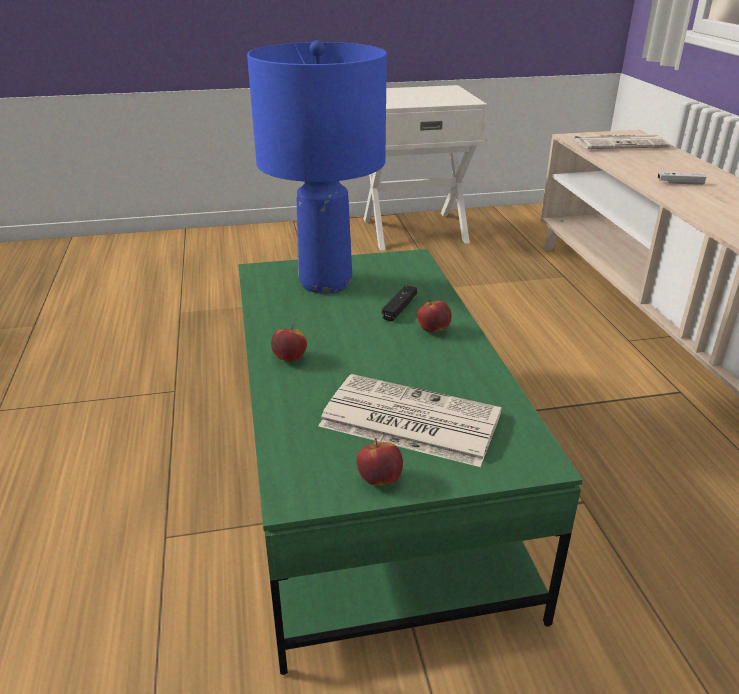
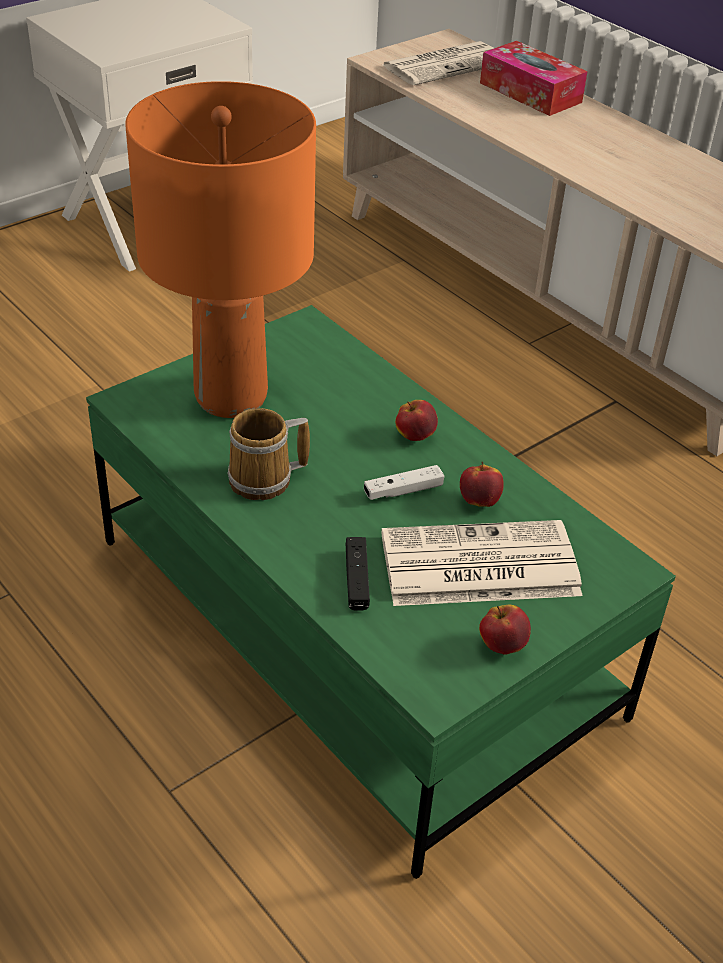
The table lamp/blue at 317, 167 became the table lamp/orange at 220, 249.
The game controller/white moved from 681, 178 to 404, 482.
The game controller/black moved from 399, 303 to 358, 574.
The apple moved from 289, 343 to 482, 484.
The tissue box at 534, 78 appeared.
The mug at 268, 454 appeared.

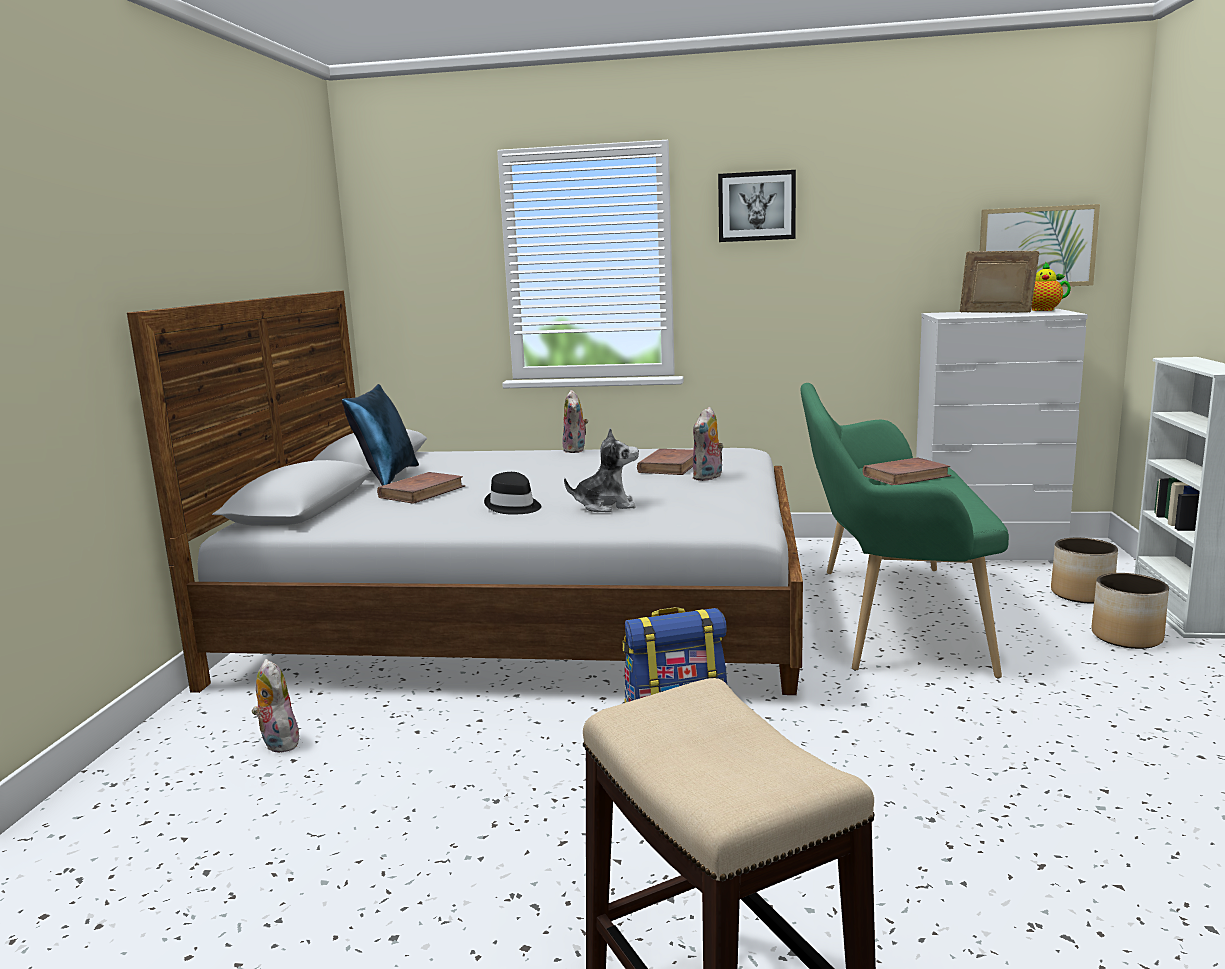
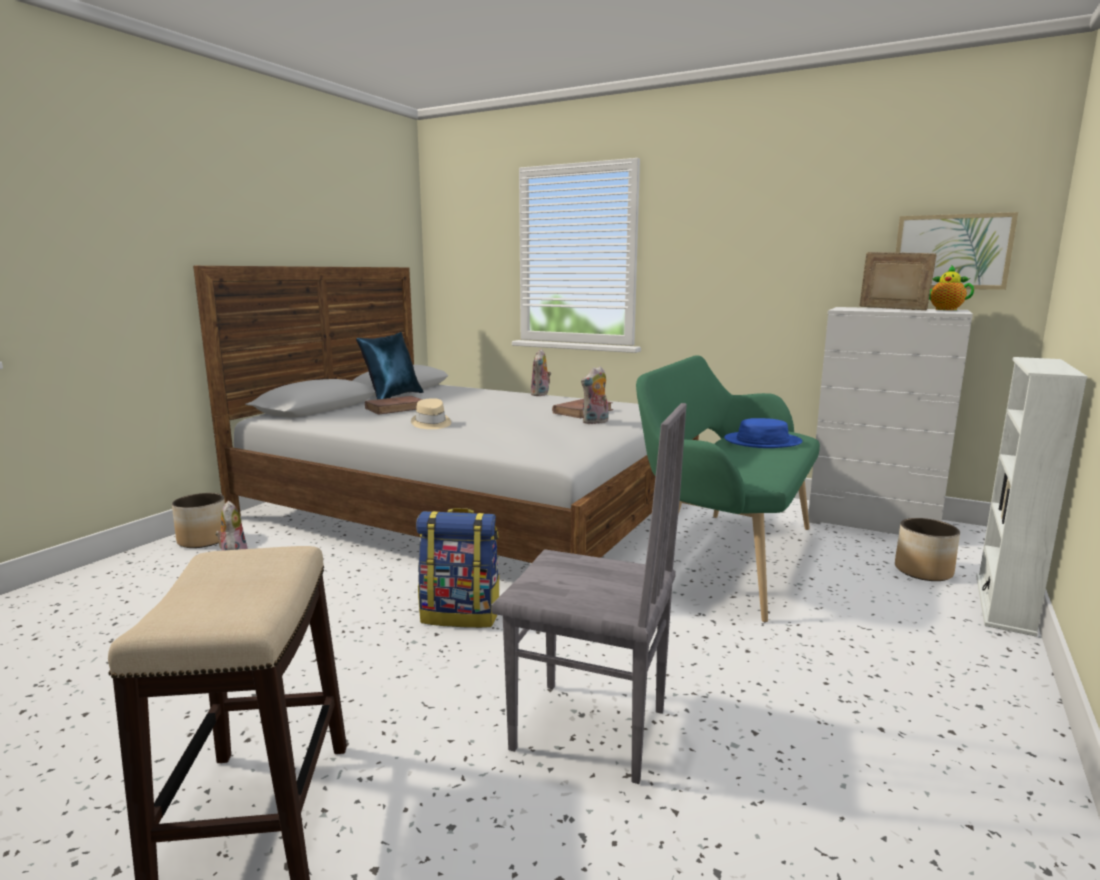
The picture at 757, 206 disappeared.
The plush toy at 601, 470 disappeared.
The book/brown at 906, 471 was replaced by the hat/blue at 763, 433.
The hat/black at 512, 493 became the hat/beige at 431, 413.
The planter moved from 1130, 611 to 198, 520.
The chair/grey at 589, 593 appeared.

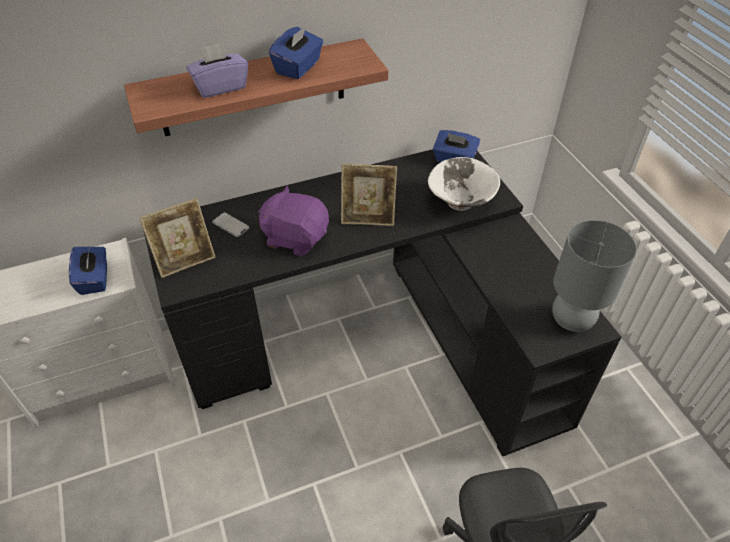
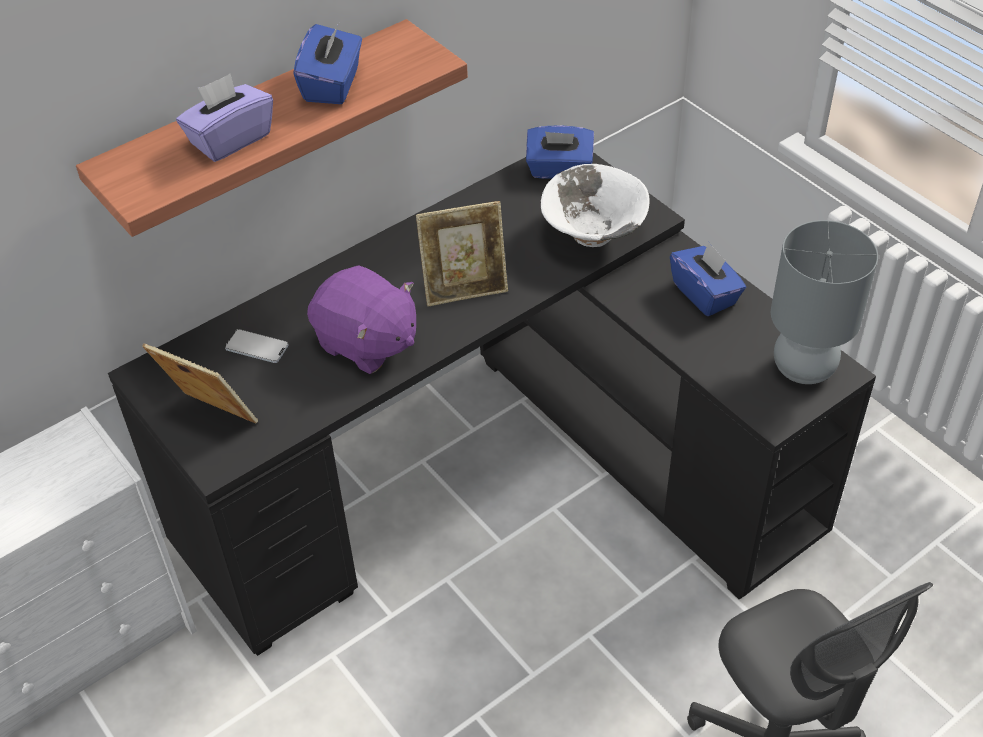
The plush toy/purple at 293, 221 turned 150 degrees counterclockwise.
The picture frame at 177, 238 turned 105 degrees counterclockwise.
The tissue box/blue moved from 88, 270 to 708, 279.

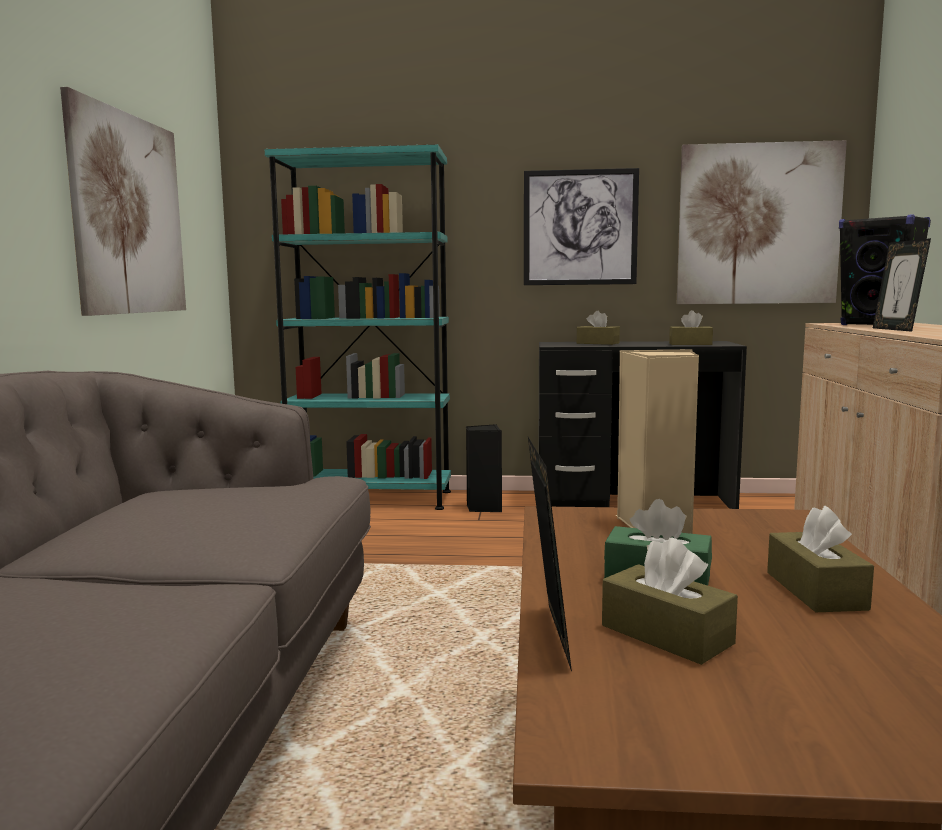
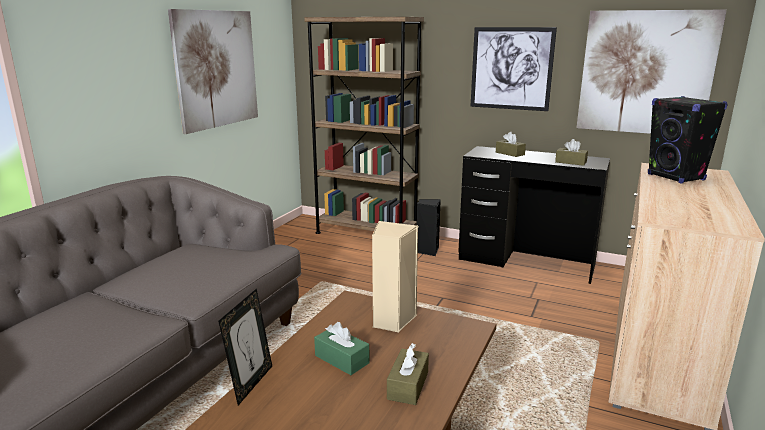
The bookcase/turquoise at 358, 327 became the bookcase/brown at 364, 125.
The picture frame at 902, 285 disappeared.
The tissue box/brown at 670, 601 disappeared.

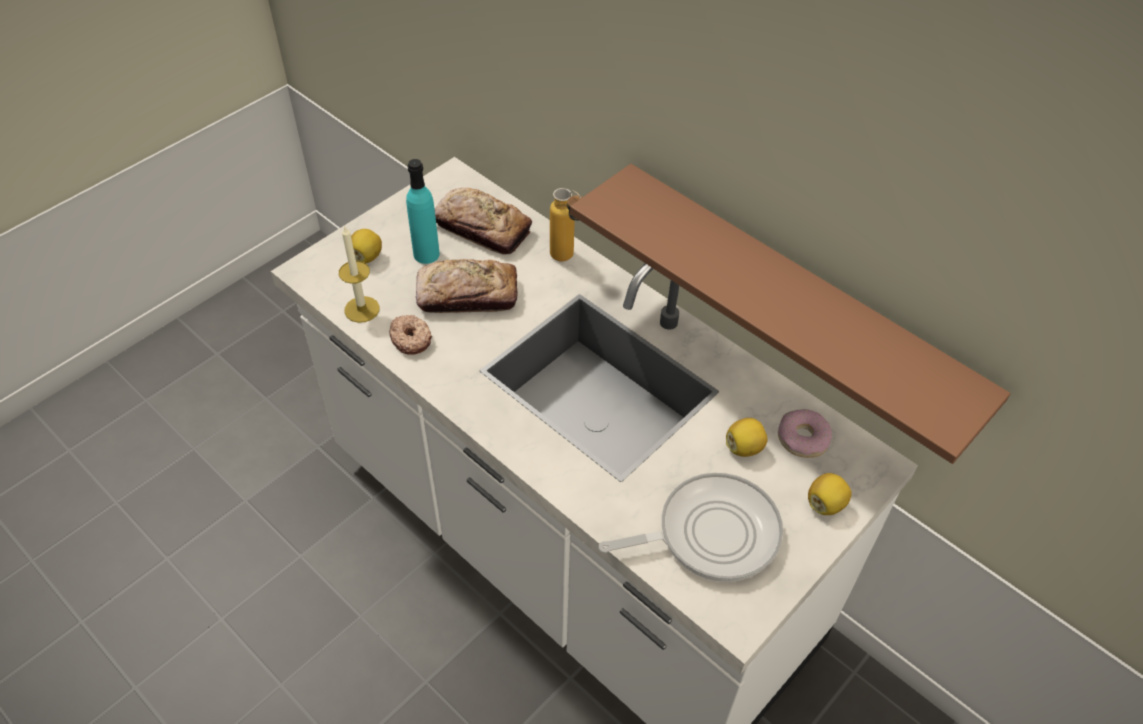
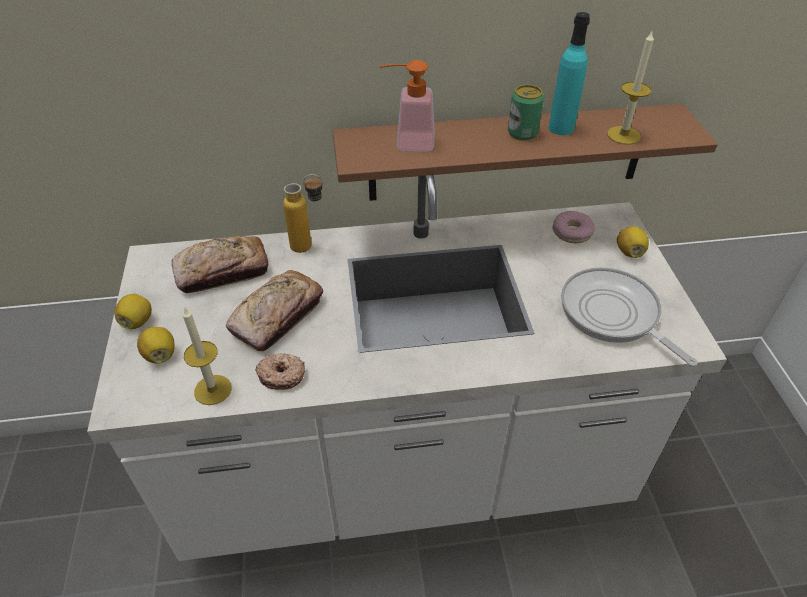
The bottle/turquoise moved from 423, 211 to 569, 73.
The lemon moved from 747, 437 to 133, 311.
The frying pan at 691, 527 turned 60 degrees counterclockwise.
The candle at 630, 88 appeared.
The soap dispenser at 407, 106 appeared.
The can at 526, 113 appeared.

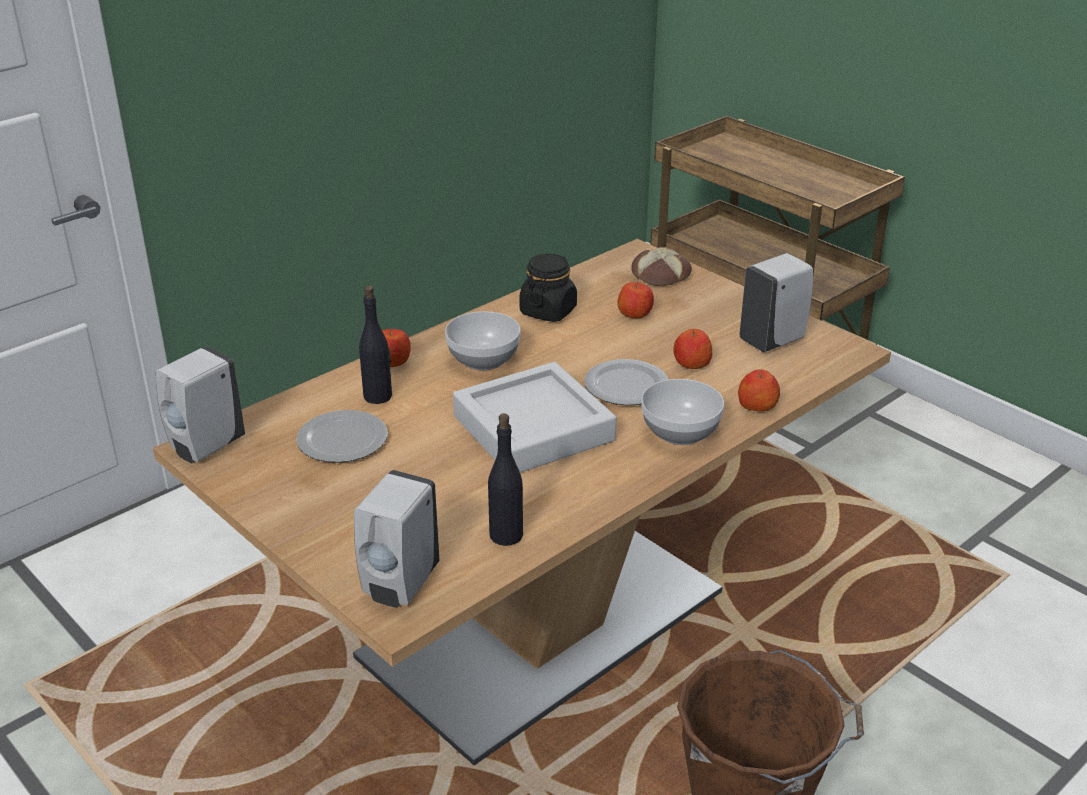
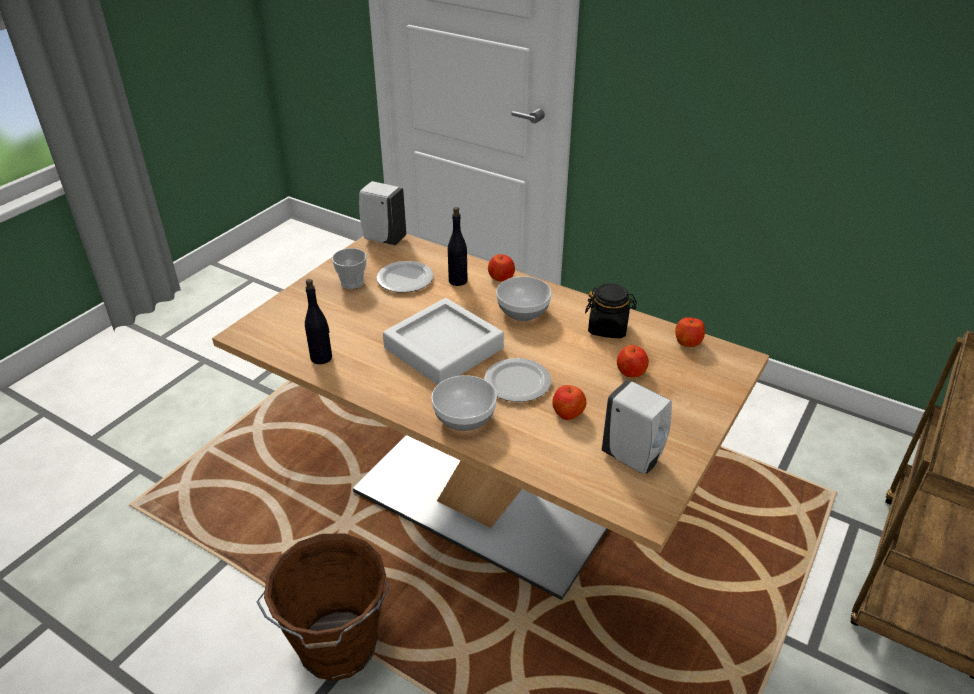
The bread at 661, 266 disappeared.
The apple moved from 759, 390 to 690, 332.
The soap dispenser/white at 396, 539 disappeared.
The cup at 349, 268 appeared.

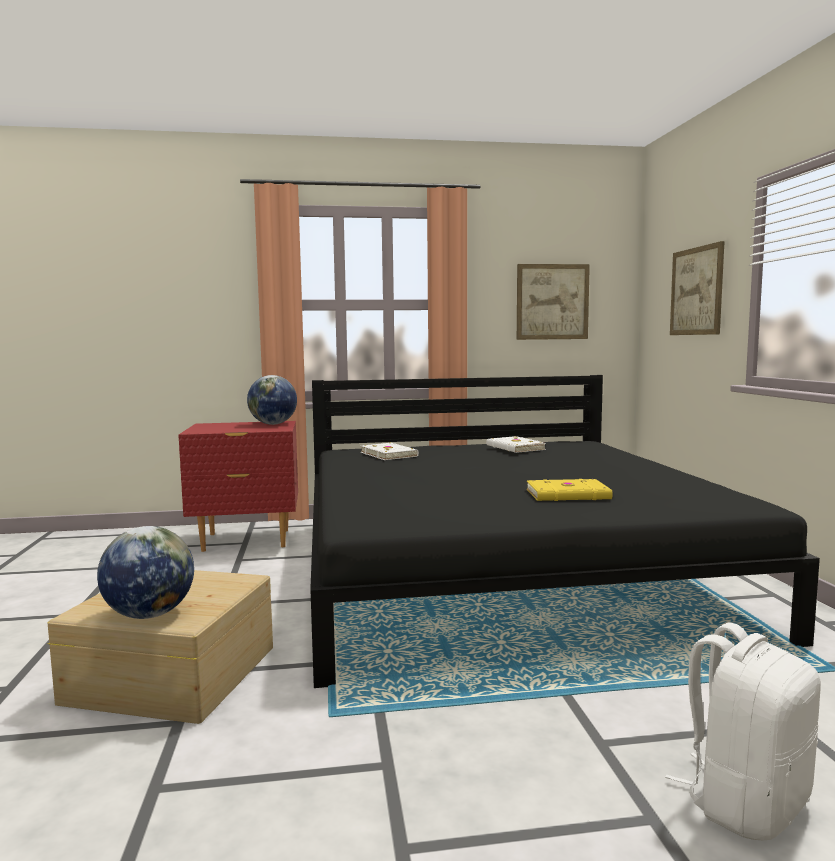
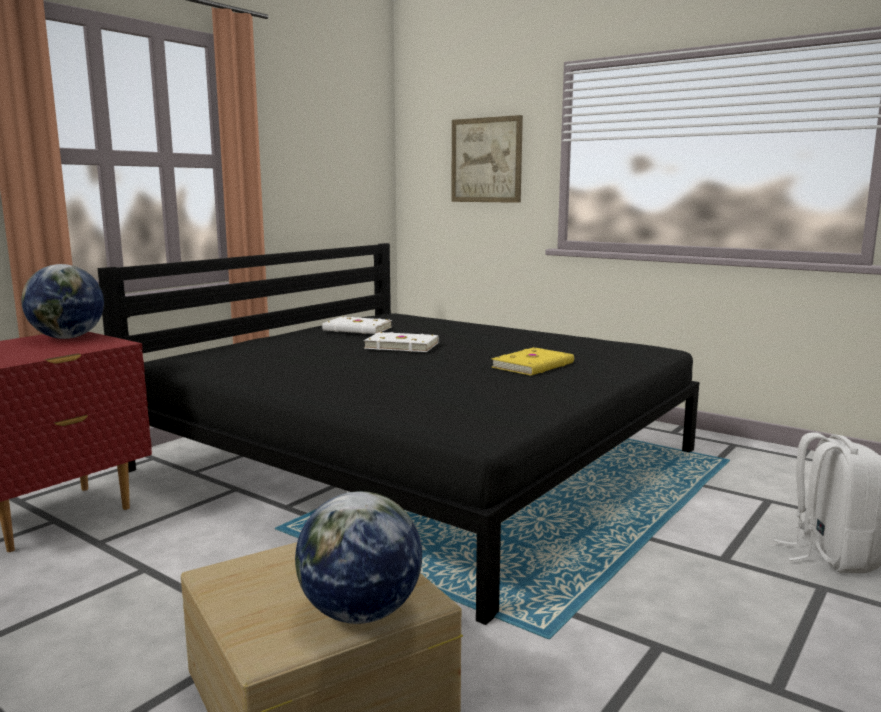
The picture at 553, 302 disappeared.
The book/white moved from 390, 451 to 401, 342.

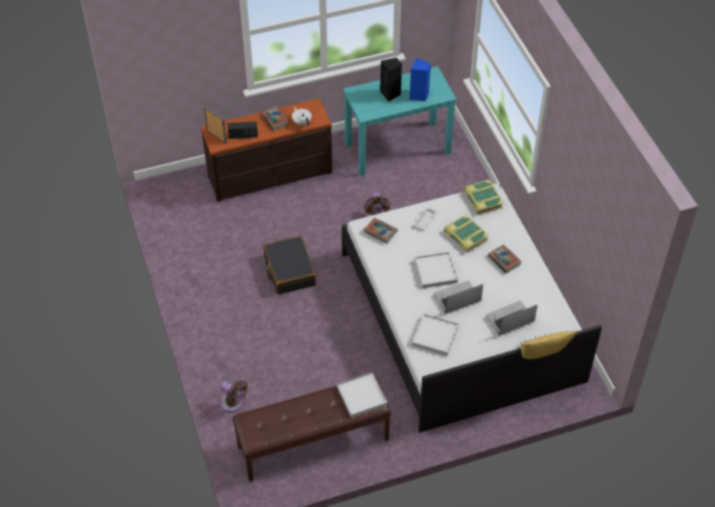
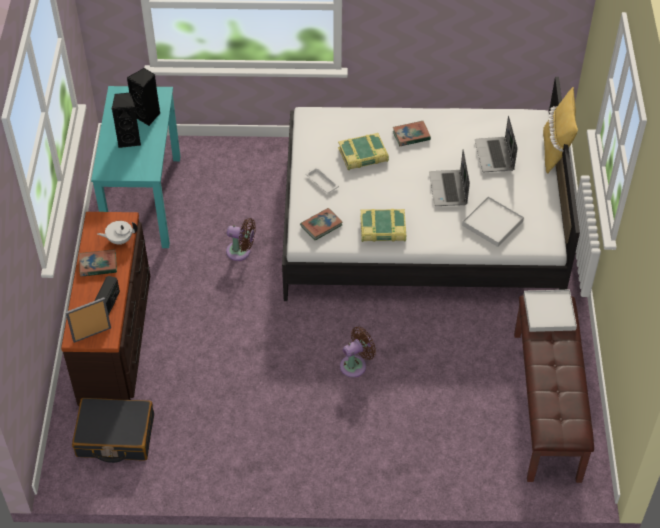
The speaker/blue at 420, 79 became the speaker/black at 143, 97.
The book moved from 483, 197 to 383, 225.
The suitcase/black moved from 289, 265 to 113, 430.
The tray/white at 436, 270 disappeared.
The fan/brown moved from 234, 396 to 358, 352.

